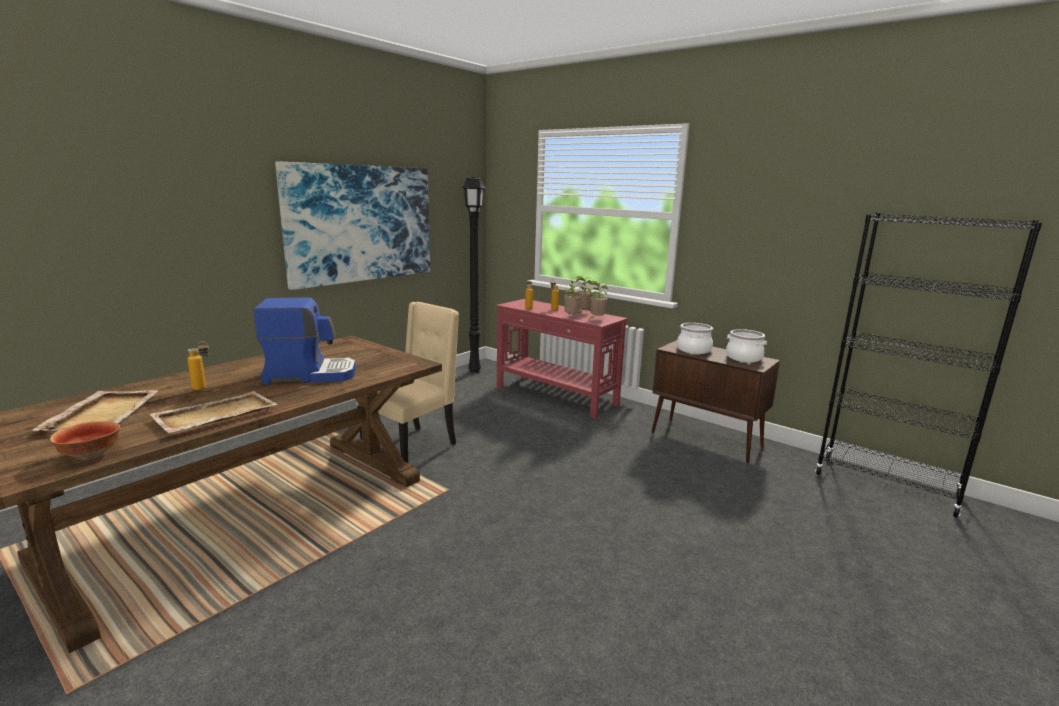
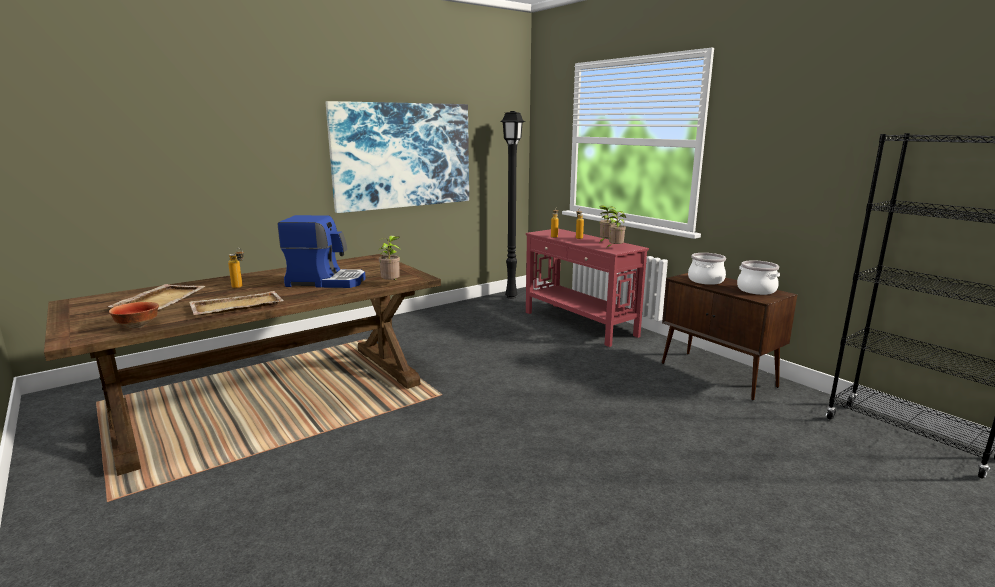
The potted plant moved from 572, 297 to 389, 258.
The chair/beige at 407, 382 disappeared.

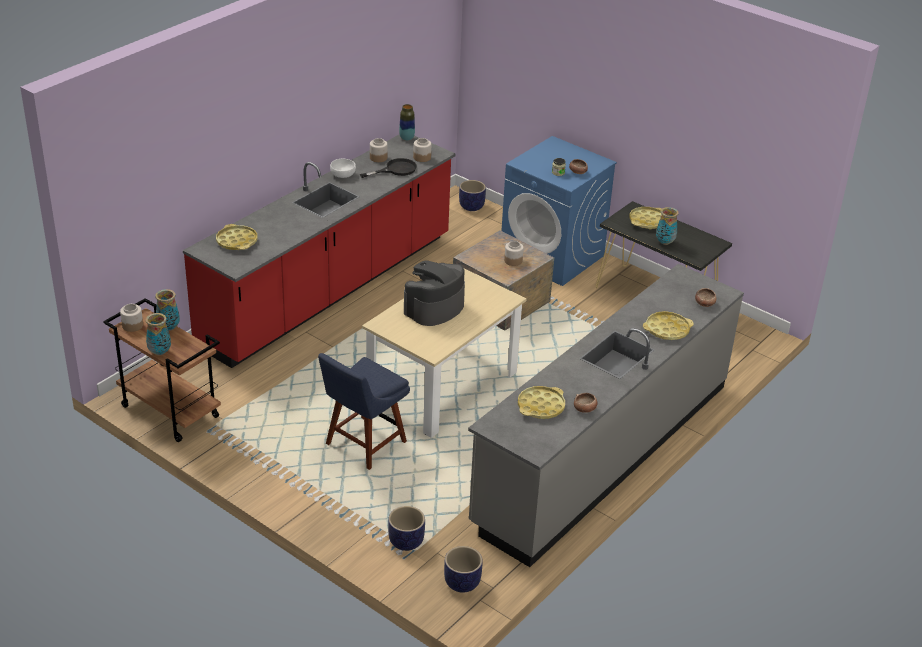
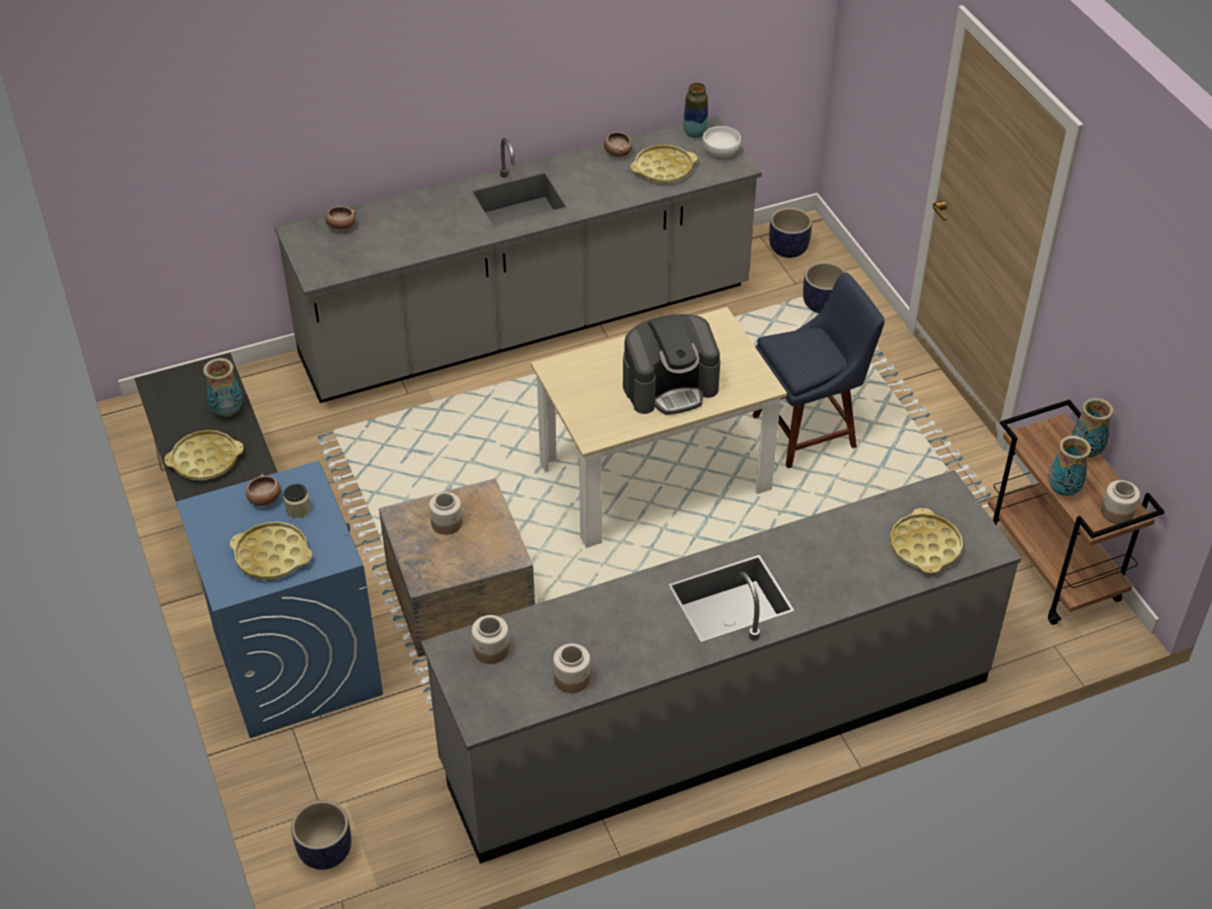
The vase moved from 407, 122 to 695, 110.
The counter/red at 319, 251 became the counter/grey at 721, 667.
The frying pan/black at 388, 168 disappeared.
The bowl/white moved from 343, 168 to 722, 141.
The tray/yellow moved from 668, 325 to 271, 551.

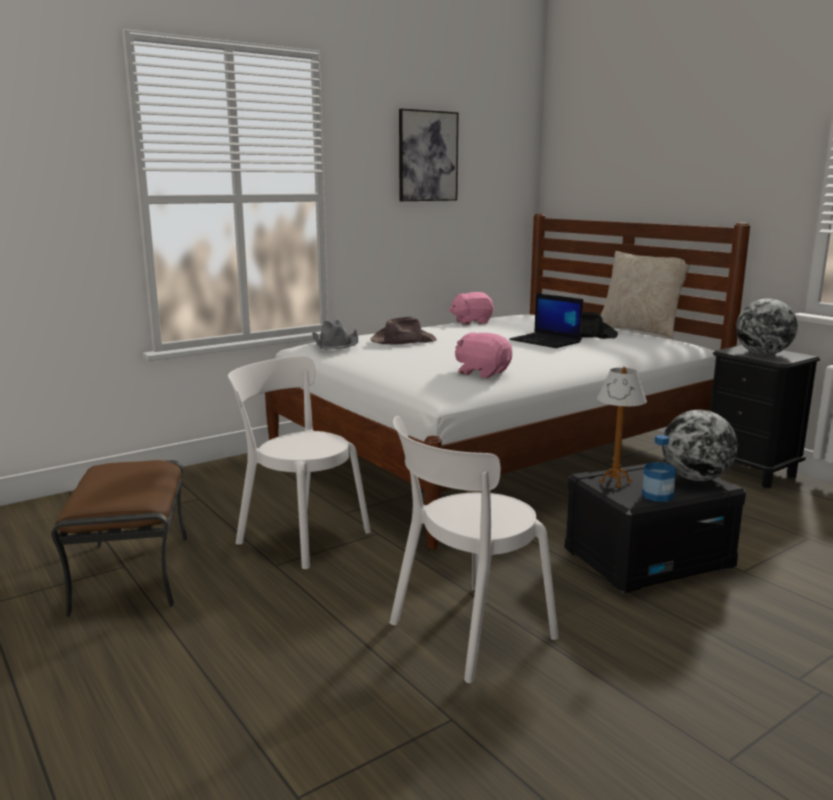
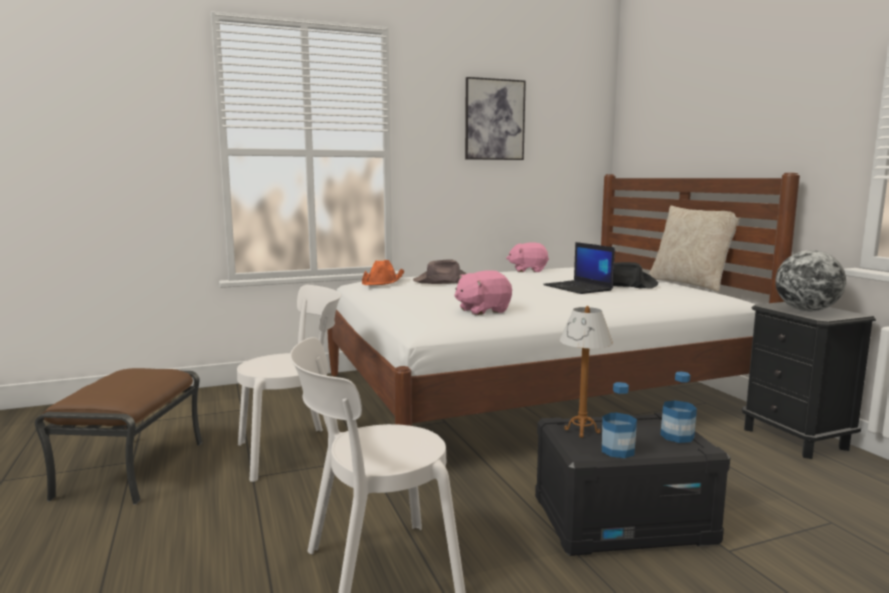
The hat/grey at 335, 335 became the hat/orange at 383, 272.
The plush toy/pink at 483, 355 turned 75 degrees counterclockwise.
The chair/white at 299, 462 turned 105 degrees clockwise.
The globe at 700, 445 was replaced by the bottle at 678, 407.

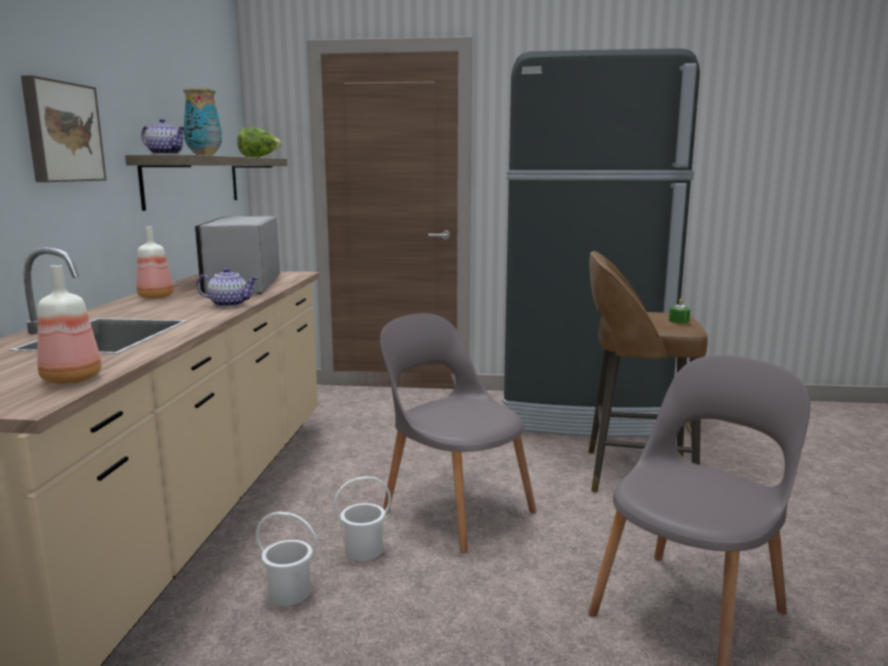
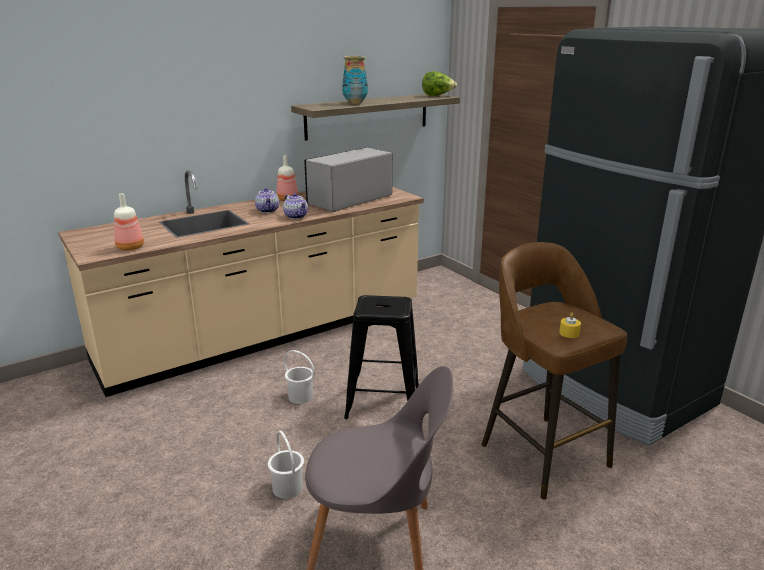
The picture at 64, 128 disappeared.
The teapot moved from 164, 137 to 267, 200.
The candle/green at 679, 310 became the candle/yellow at 570, 325.
The chair/grey at 458, 433 was replaced by the stool/black at 381, 357.
The bucket/white moved from 286, 559 to 286, 465.

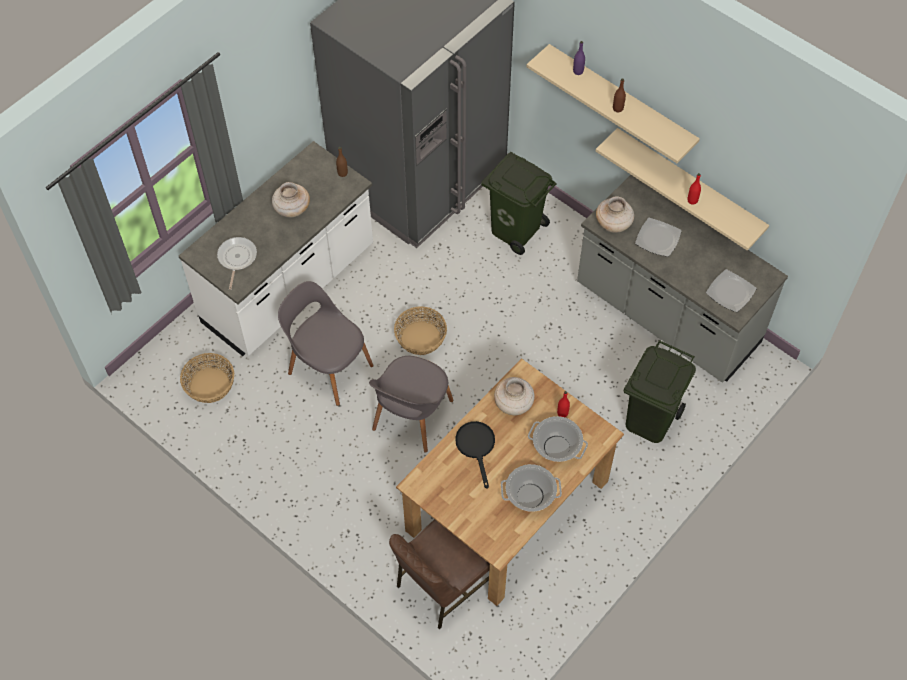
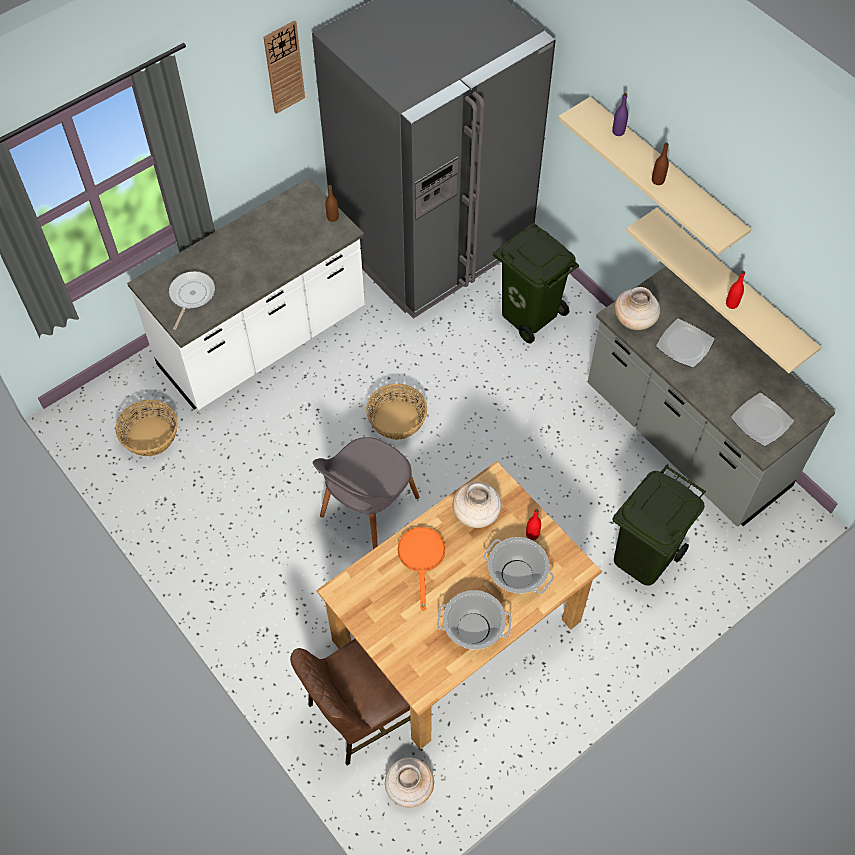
The vase/beige moved from 291, 199 to 409, 782.
The chair/grey at 326, 343 disappeared.
The frying pan/black at 475, 455 became the frying pan/orange at 421, 569.
The wall clock at 284, 67 appeared.

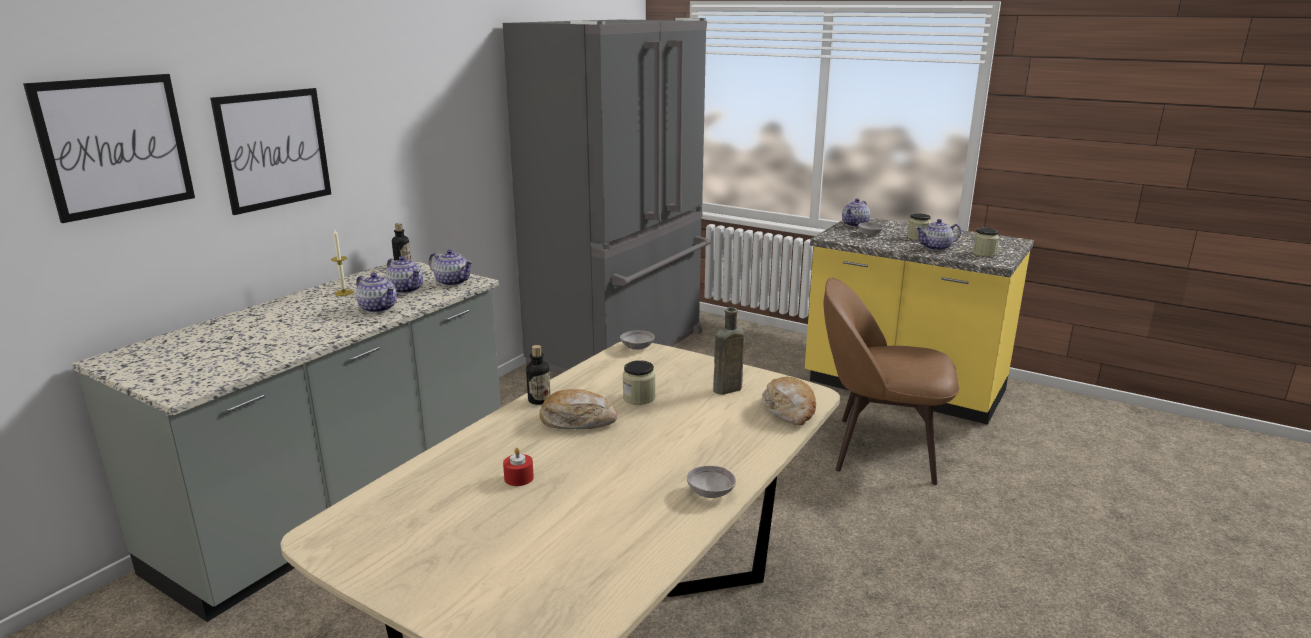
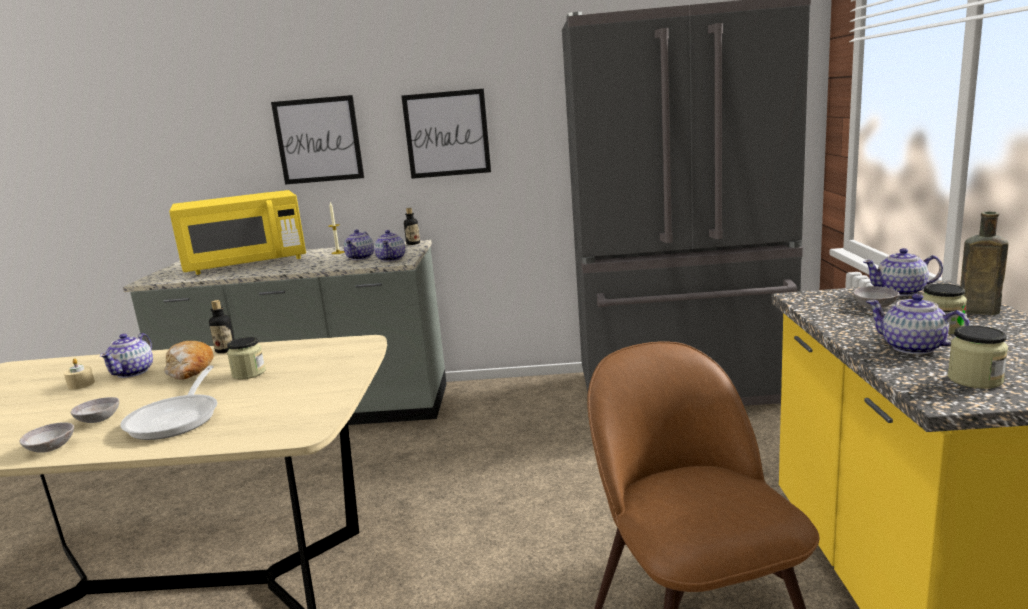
The picture moved from 109, 148 to 446, 134.
The teapot moved from 376, 293 to 126, 355.
The bottle/brown moved from 729, 351 to 984, 263.
The bowl/grey moved from 637, 340 to 95, 410.
The bread at 789, 401 disappeared.
The candle/red at 518, 466 became the candle/beige at 79, 374.
The microwave/yellow at 237, 232 appeared.
The frying pan at 168, 403 appeared.

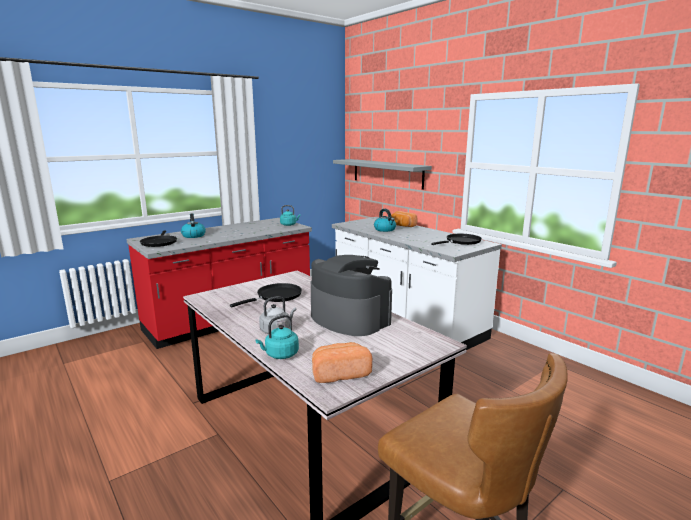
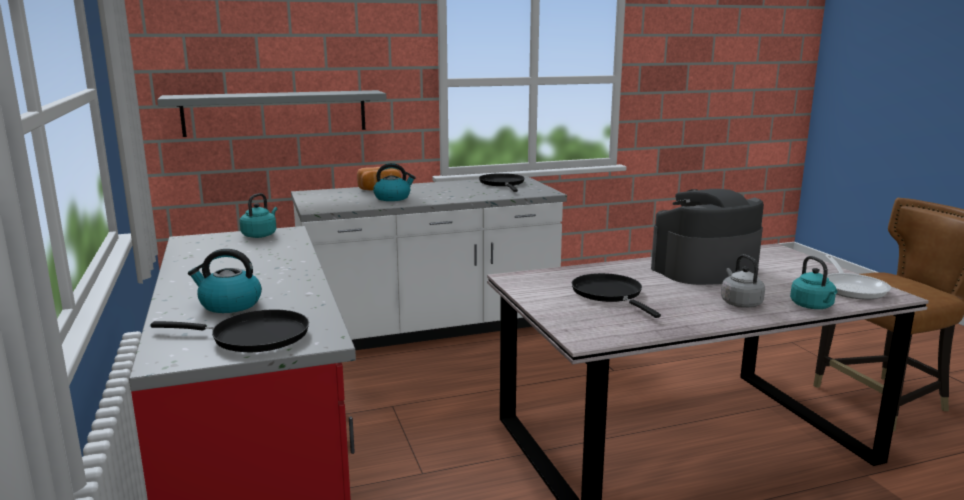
The bread at 342, 362 was replaced by the frying pan at 858, 277.

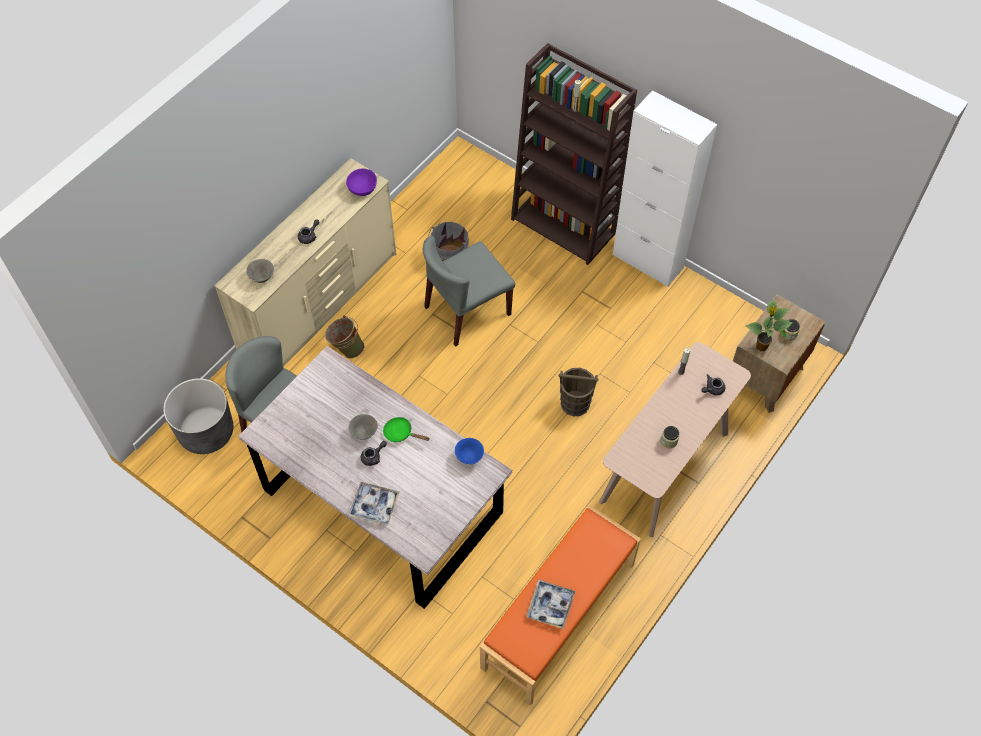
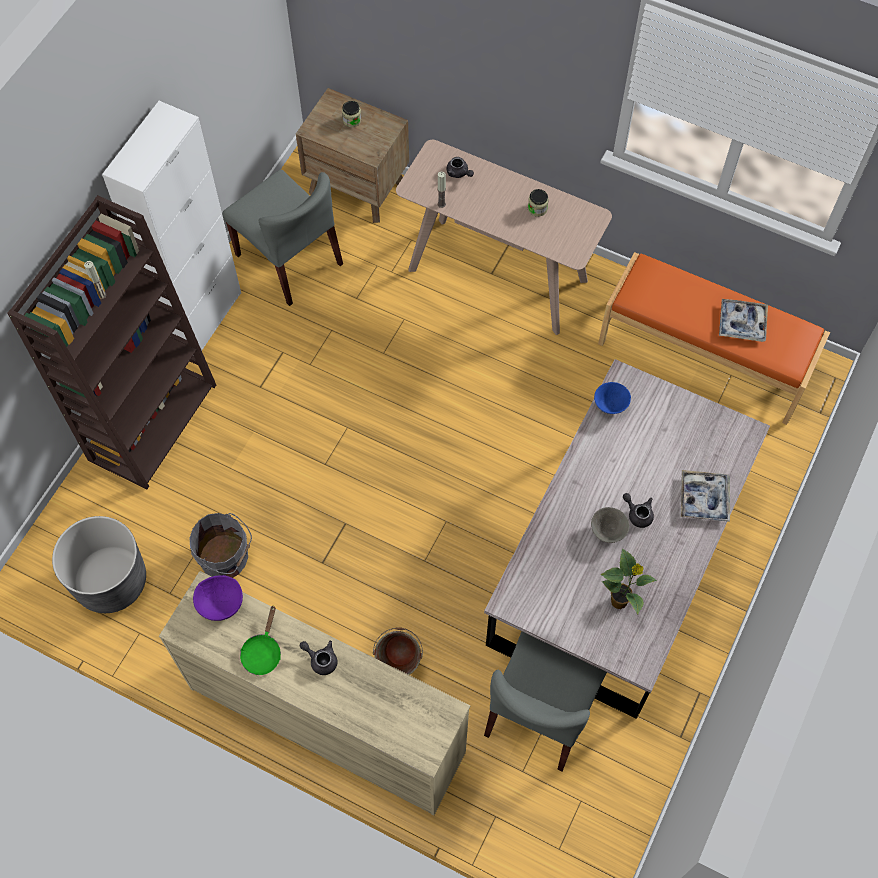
The chair/grey moved from 469, 291 to 282, 238.
The bowl/grey at 260, 271 disappeared.
The potted plant moved from 769, 325 to 628, 581.
The bucket/brown at 578, 392 disappeared.
The planter/grey moved from 198, 416 to 99, 564.
The frying pan/green moved from 406, 429 to 260, 640.

